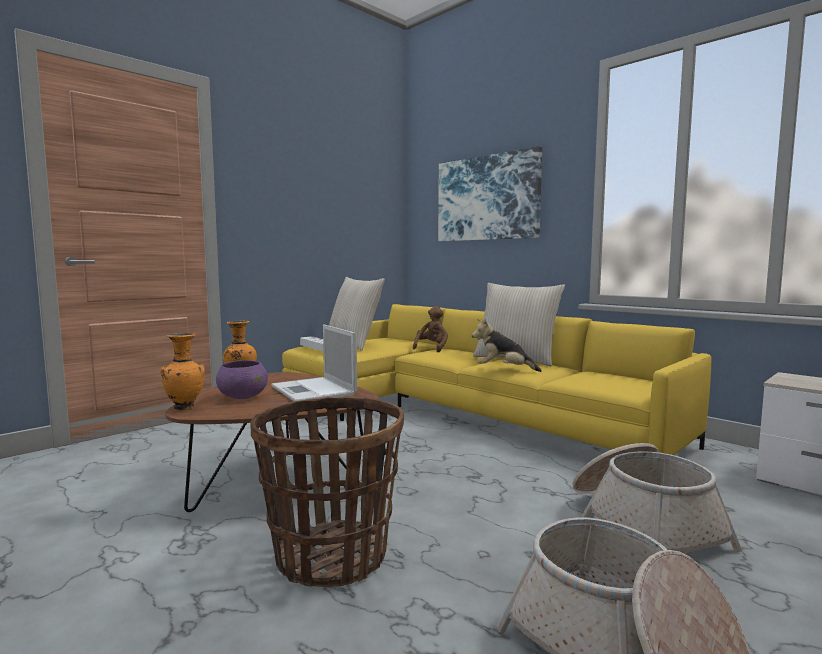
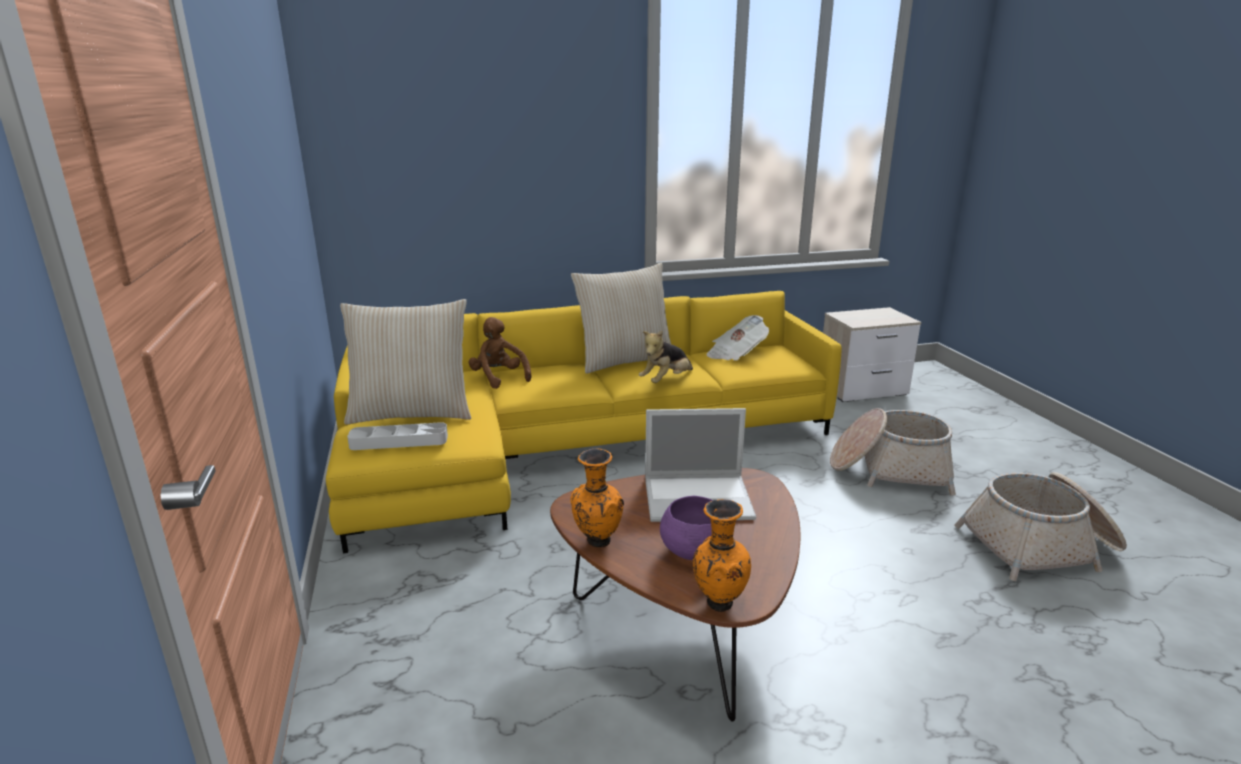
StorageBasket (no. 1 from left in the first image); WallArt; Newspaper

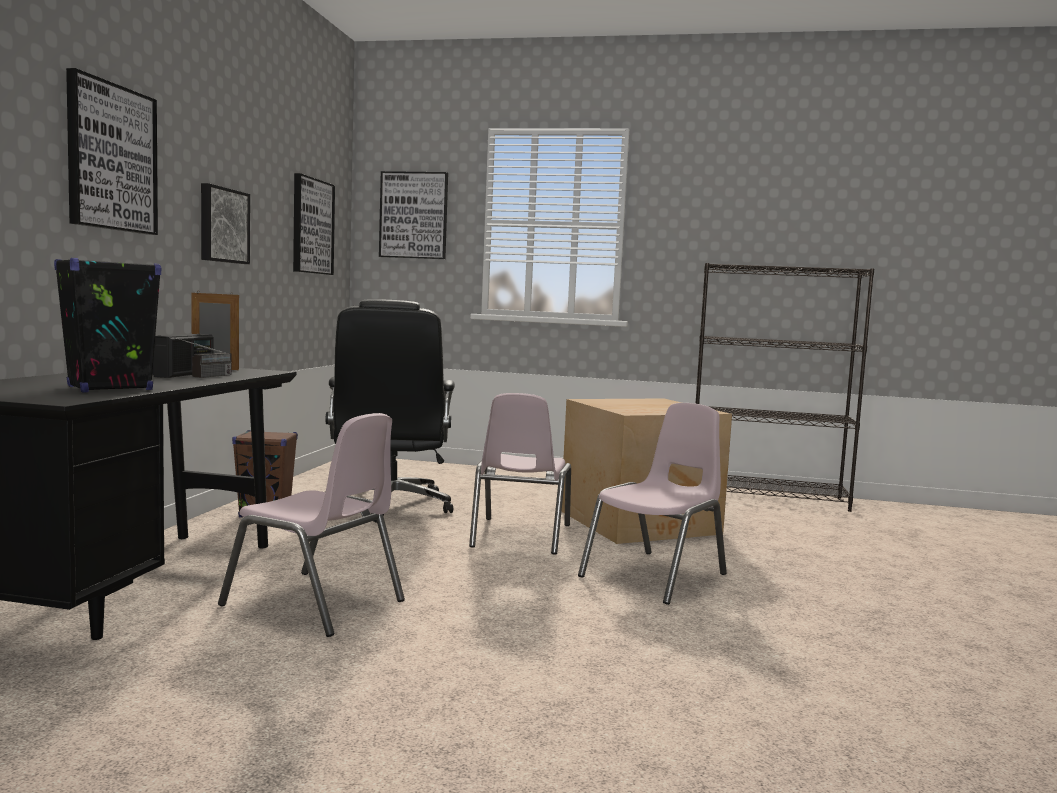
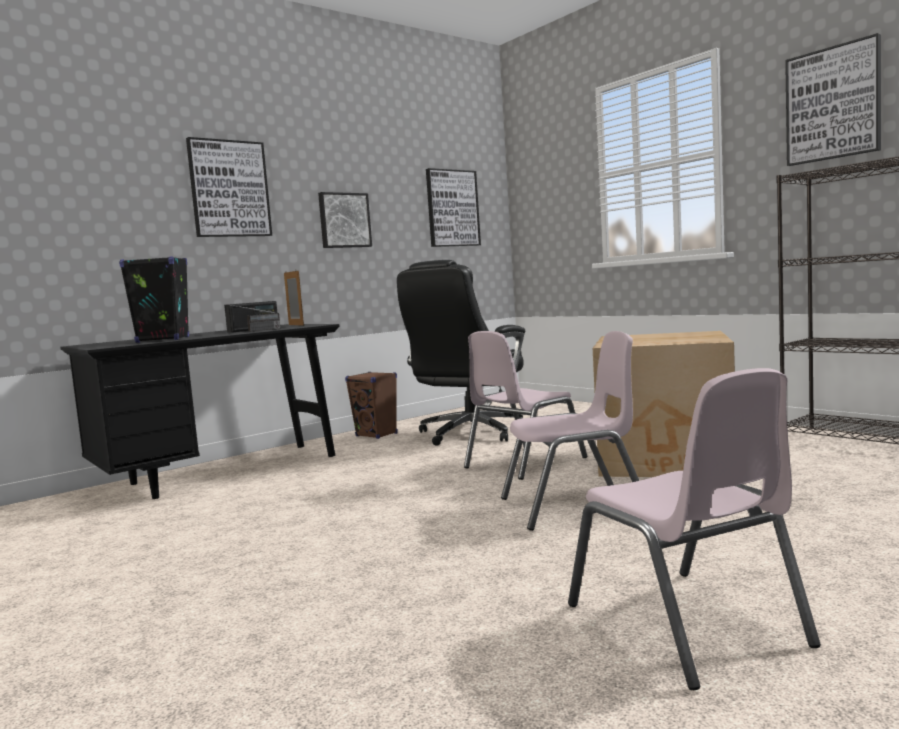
PinkishUprightChair (no. 3 from left); WallArt (no. 4 from left)

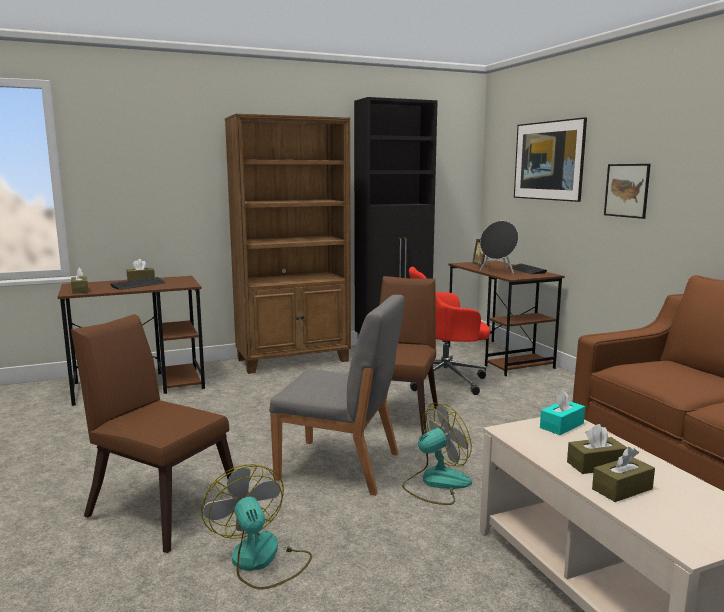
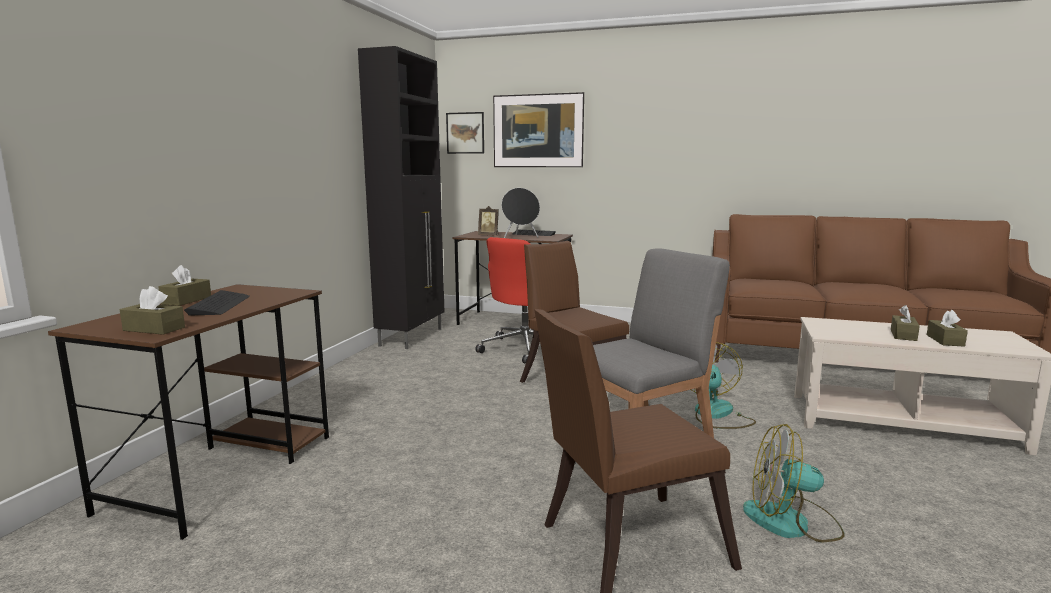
BrownishShelvingUnit; BlueGreenTissueBox; WallArt (no. 1 from left)

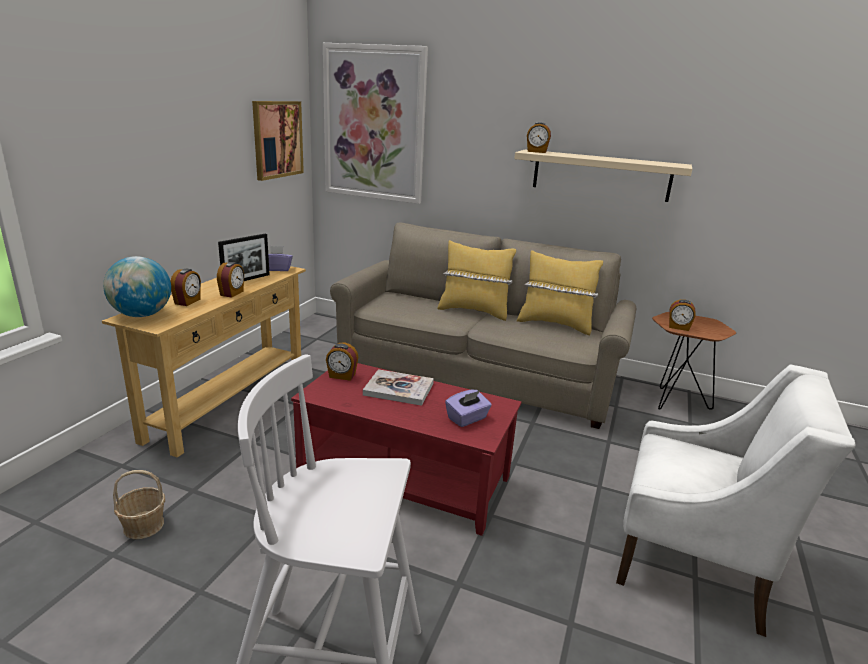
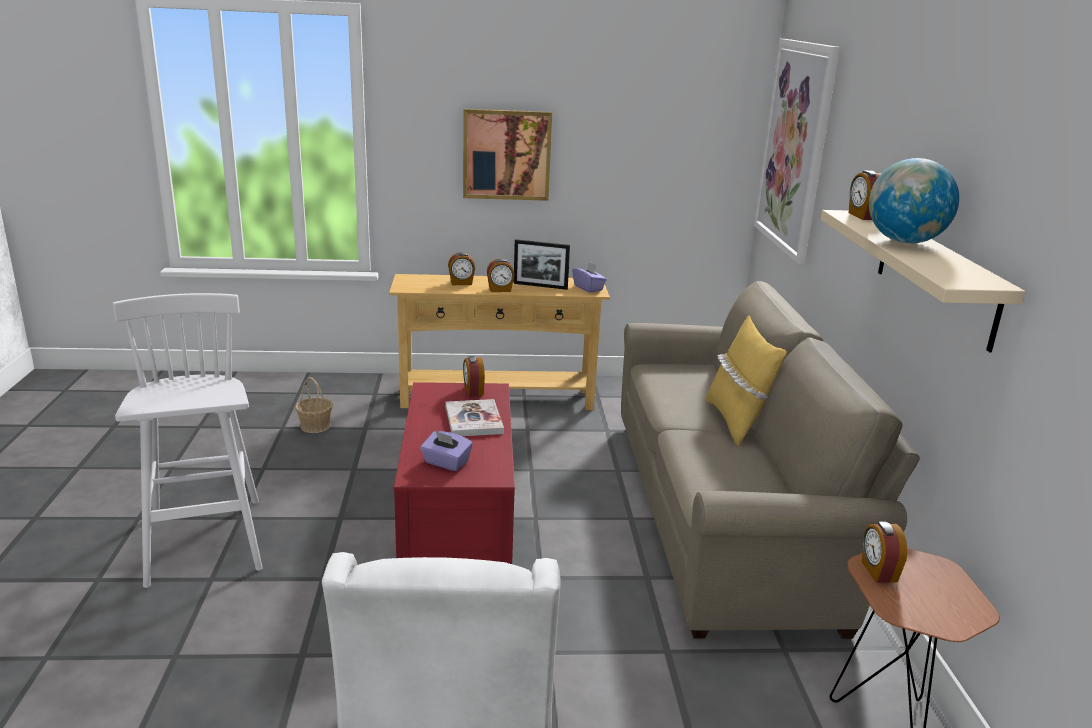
Globe; WallArt (no. 1 from left); YellowishCushion (no. 2 from left in the first image)

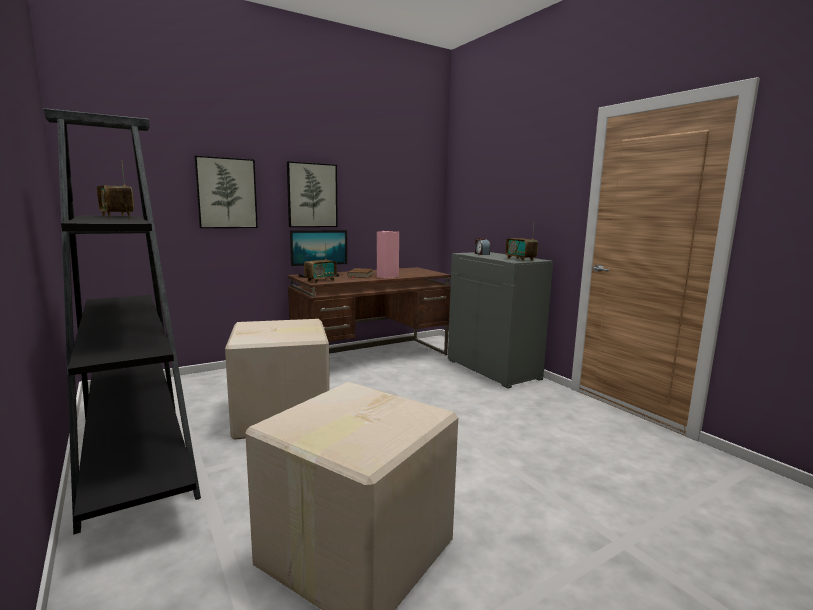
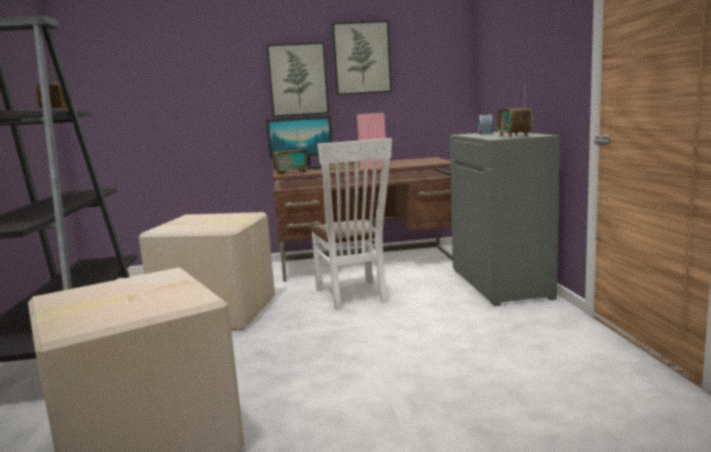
WallArt (no. 2 from left); WhiteColouredUprightChair

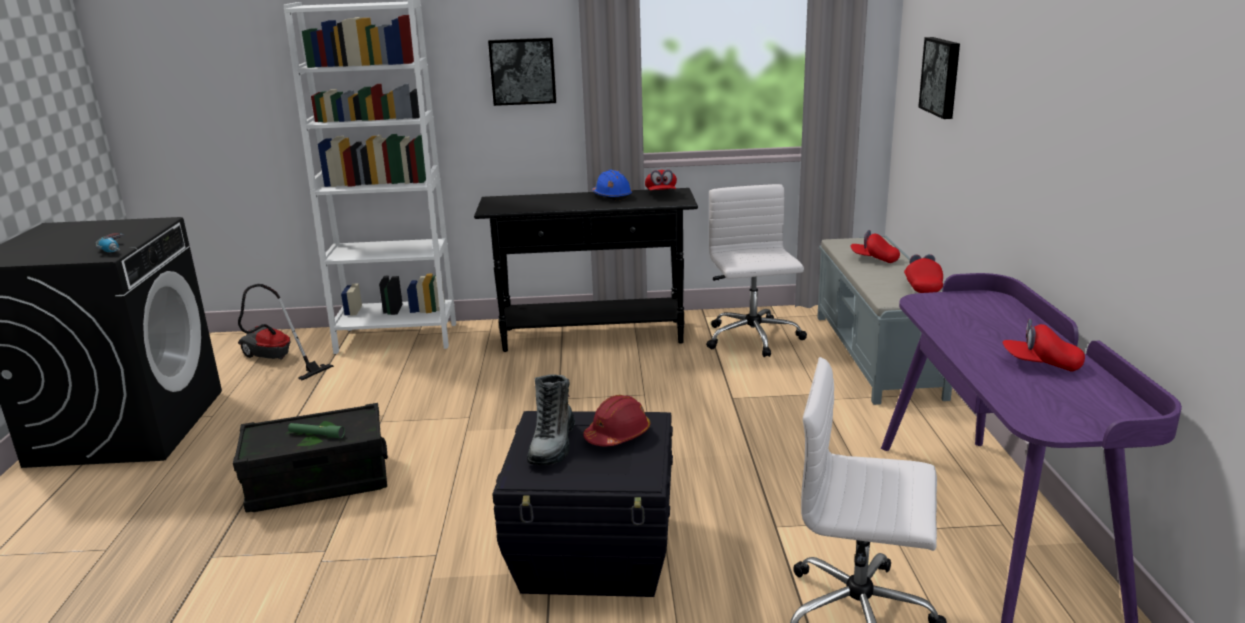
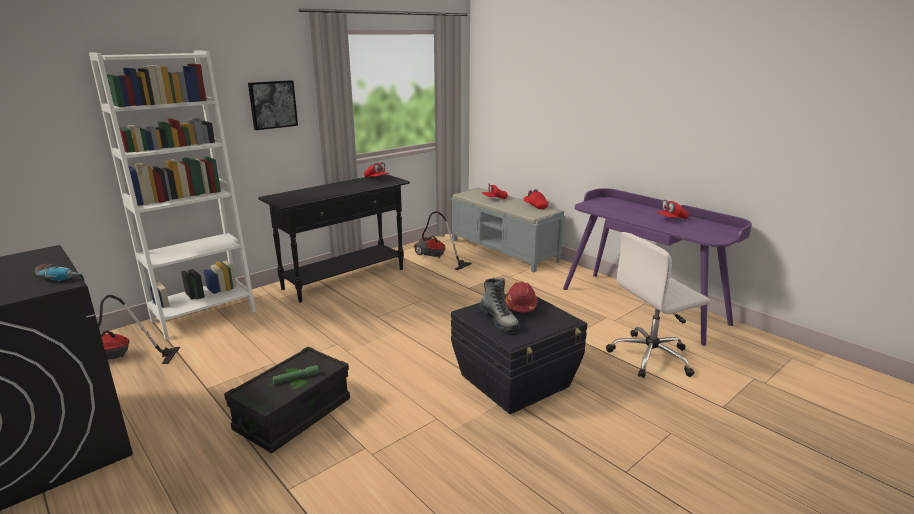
BlueSafetyHelmet; Vacuum (no. 2 from left); WallArt (no. 2 from left in the first image)

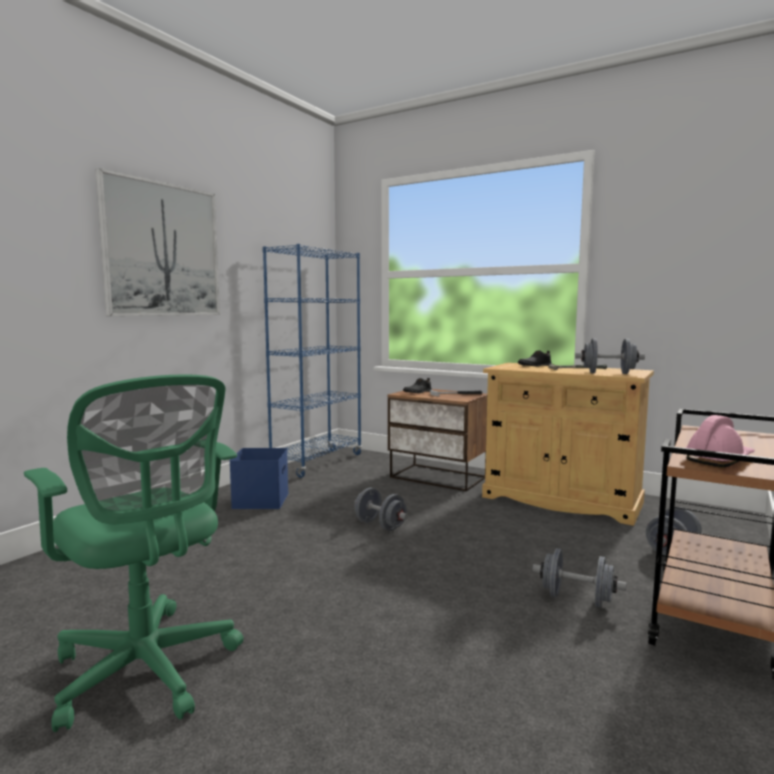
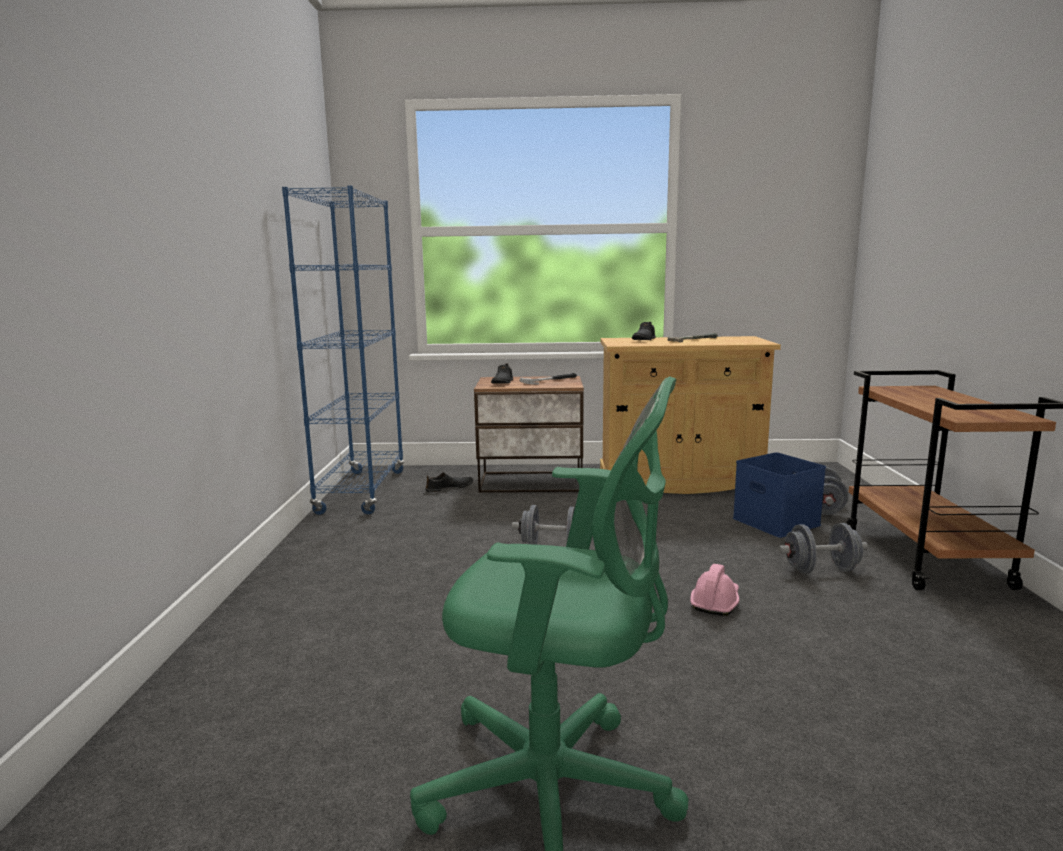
WallArt; BlueStorageBin; GreyishFreeWeight (no. 3 from left in the first image); PinkishSafetyHelmet; BlackishShoe (no. 1 from left)

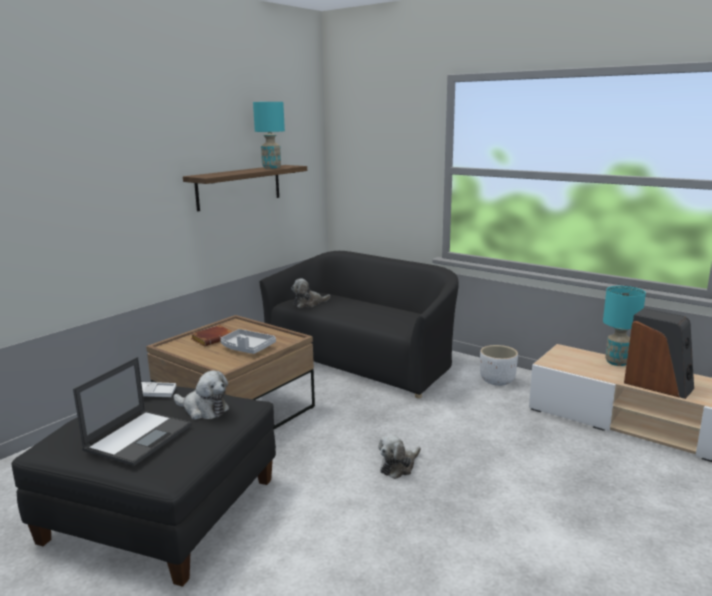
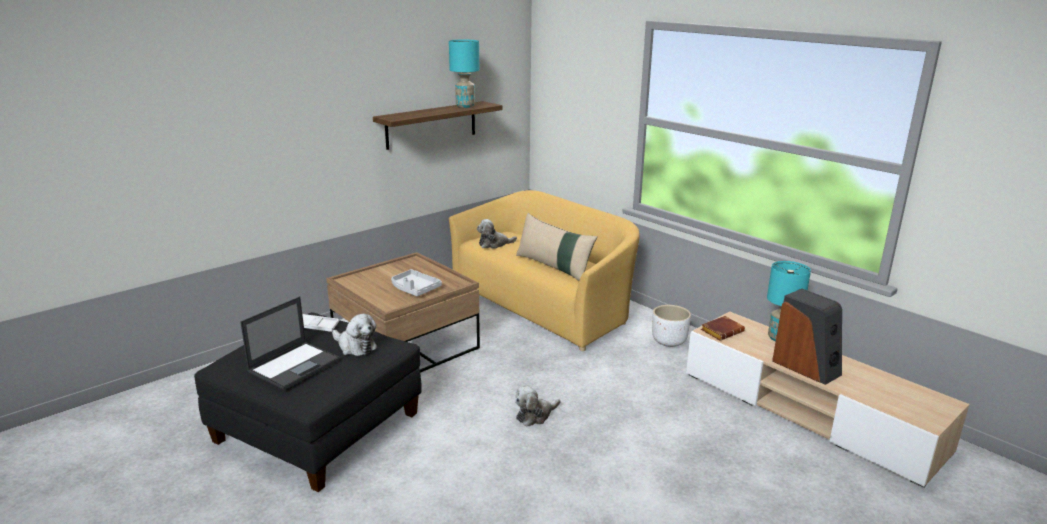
BrownishVolume; YellowishCouch; SandColouredCushion

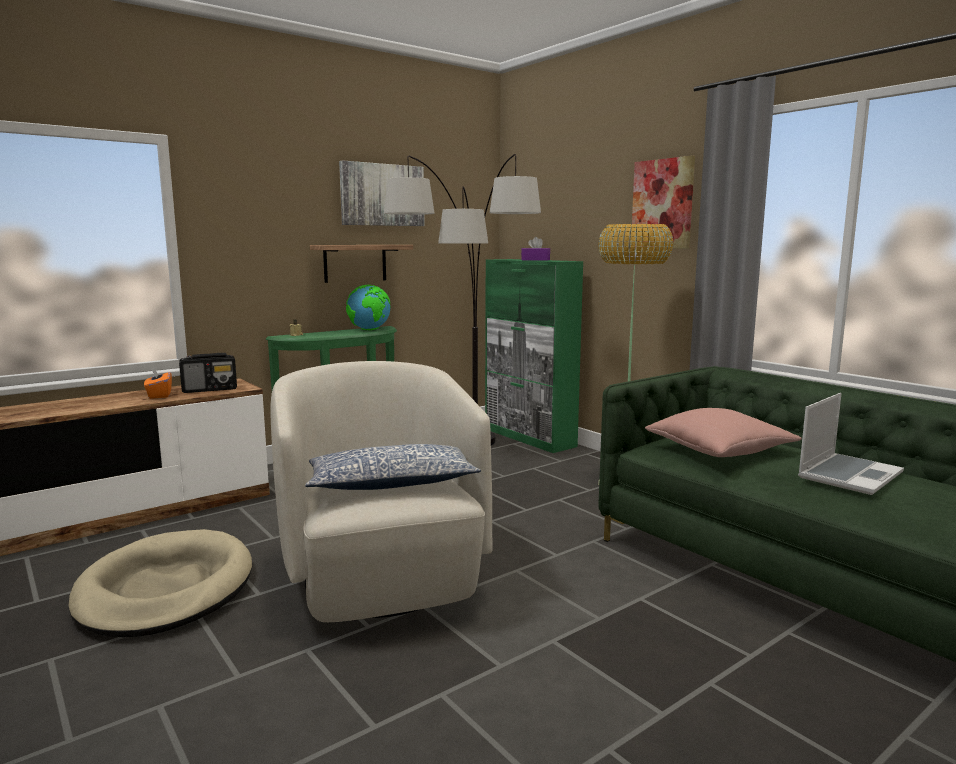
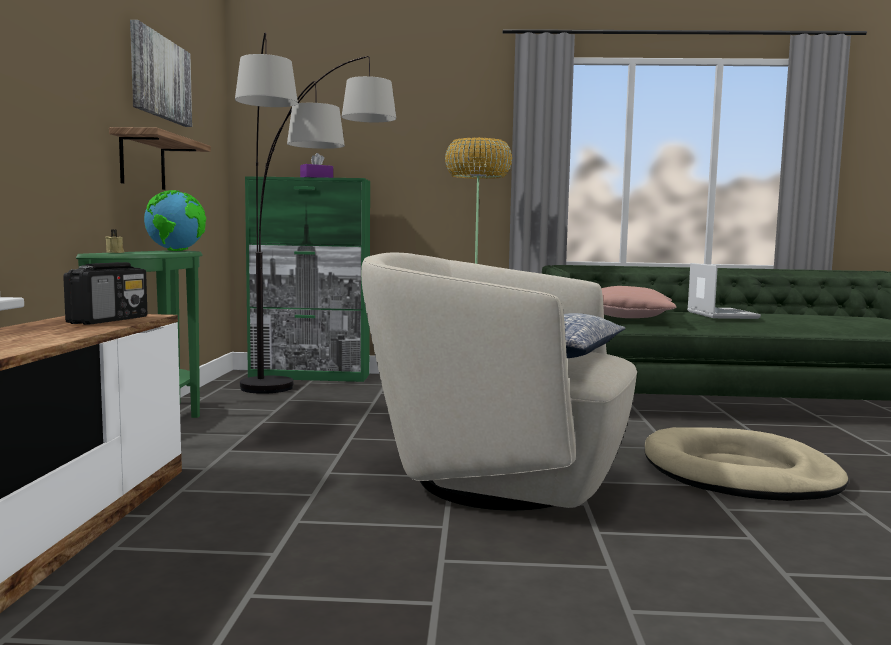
SandColouredDogCushion; OrangeyTissueBox; WallArt (no. 2 from left in the first image)

